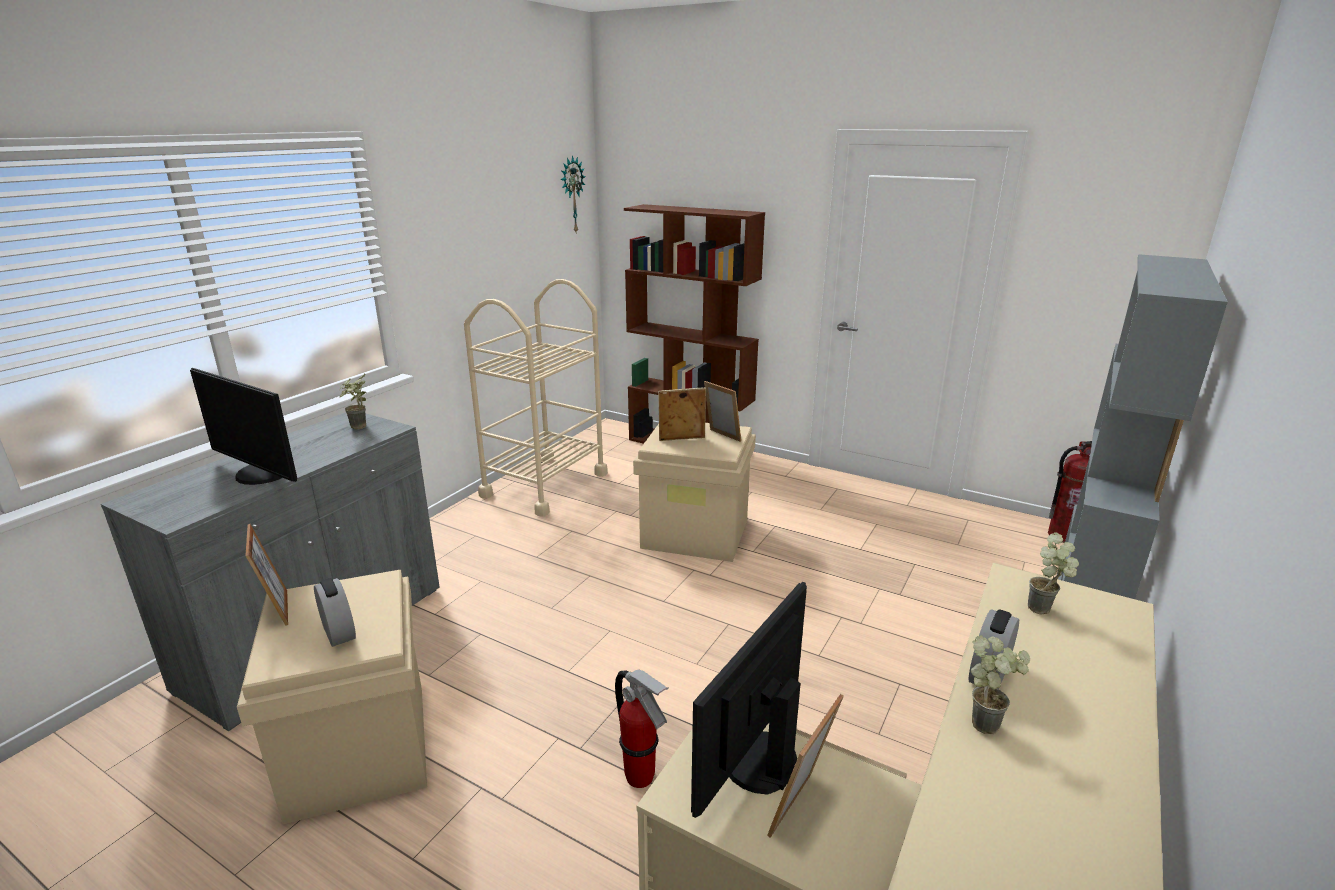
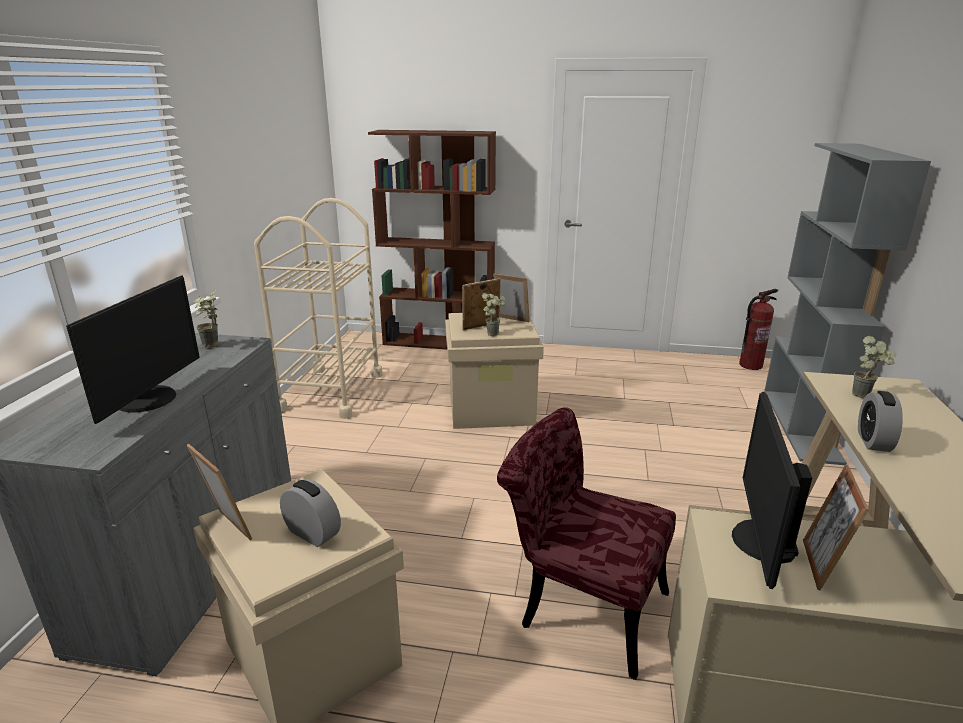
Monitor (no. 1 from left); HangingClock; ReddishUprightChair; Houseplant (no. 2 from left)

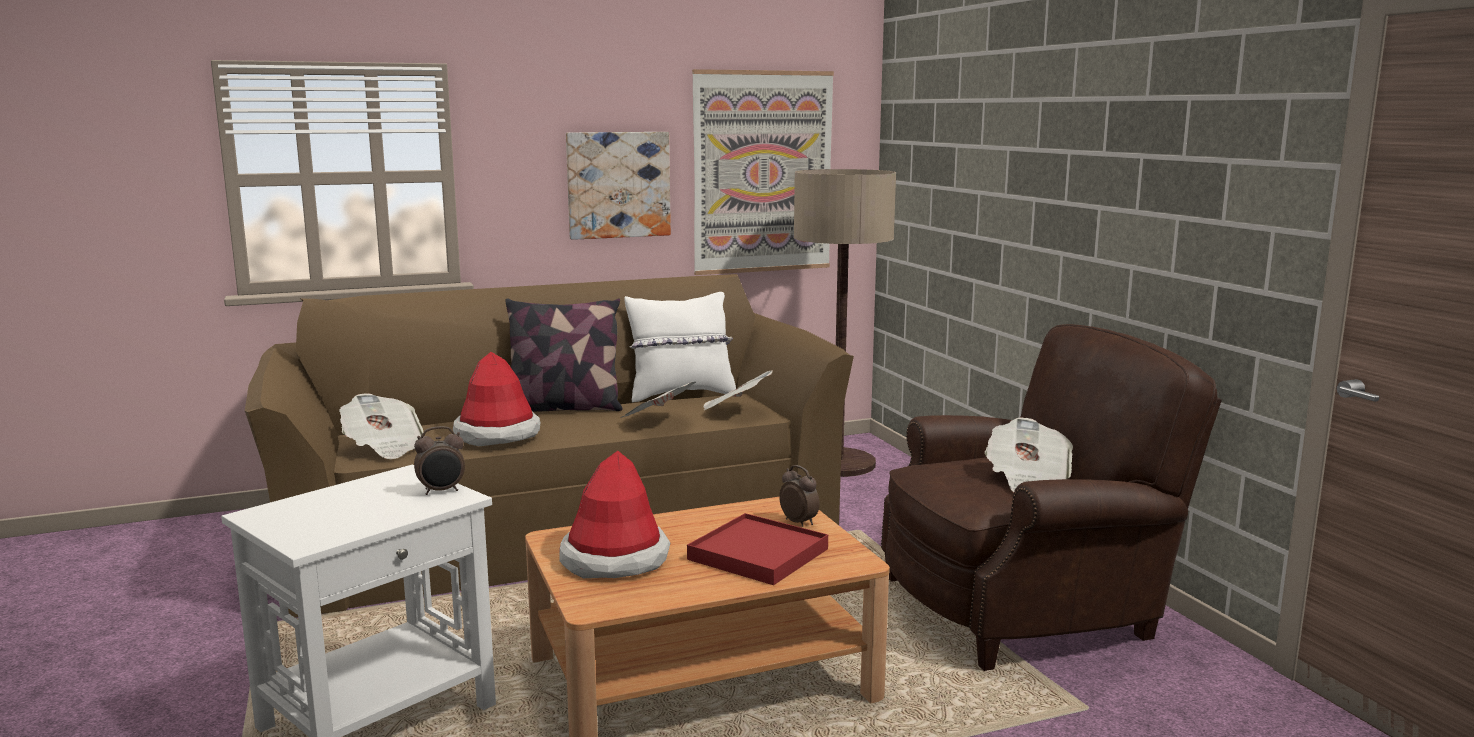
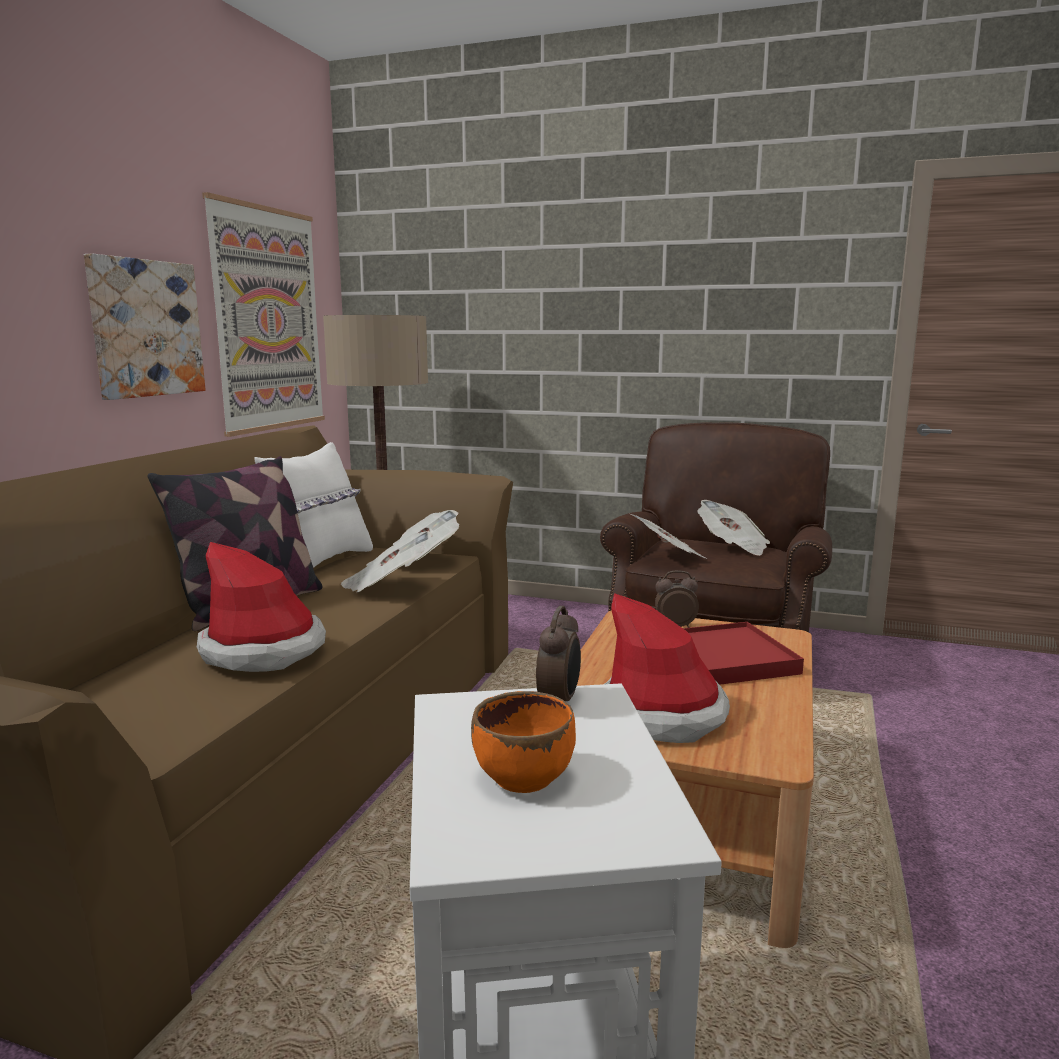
Newspaper (no. 3 from left); OrangeyBowl

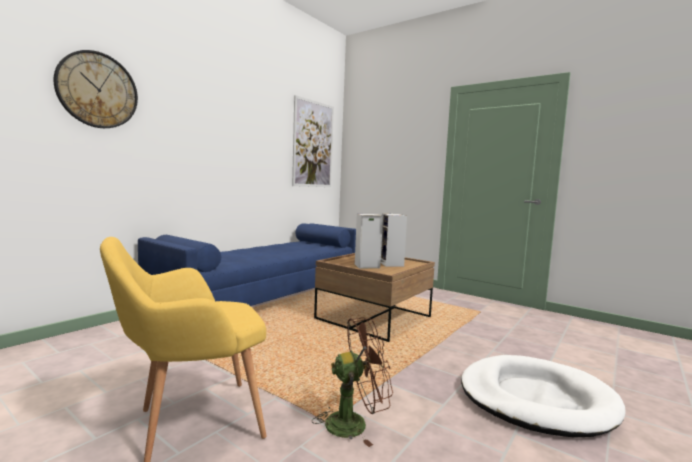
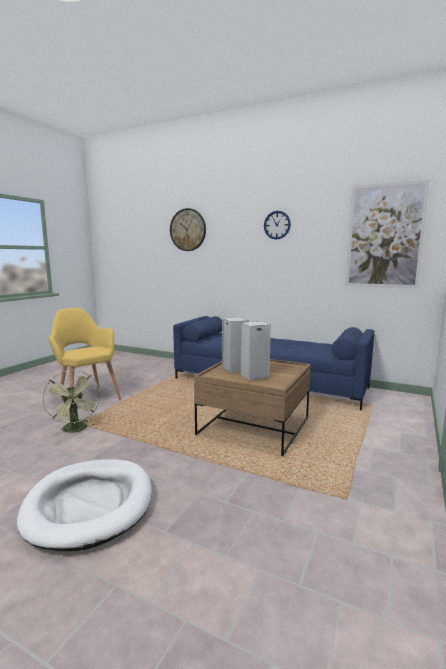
GreenishFan; HangingClock (no. 2 from left)

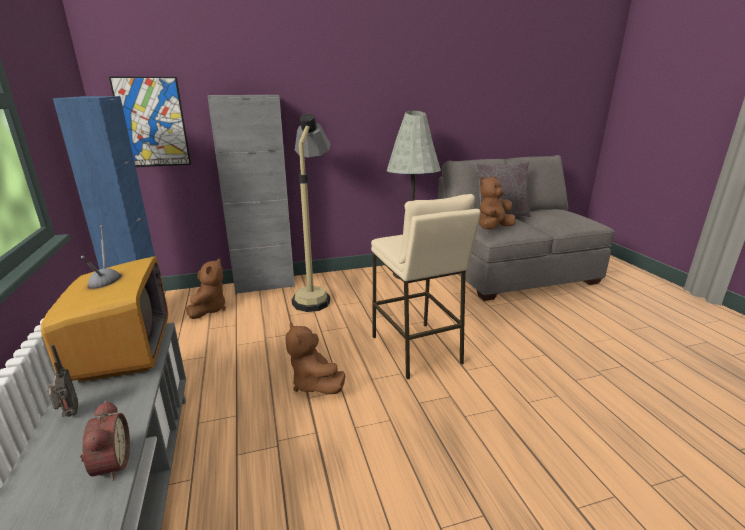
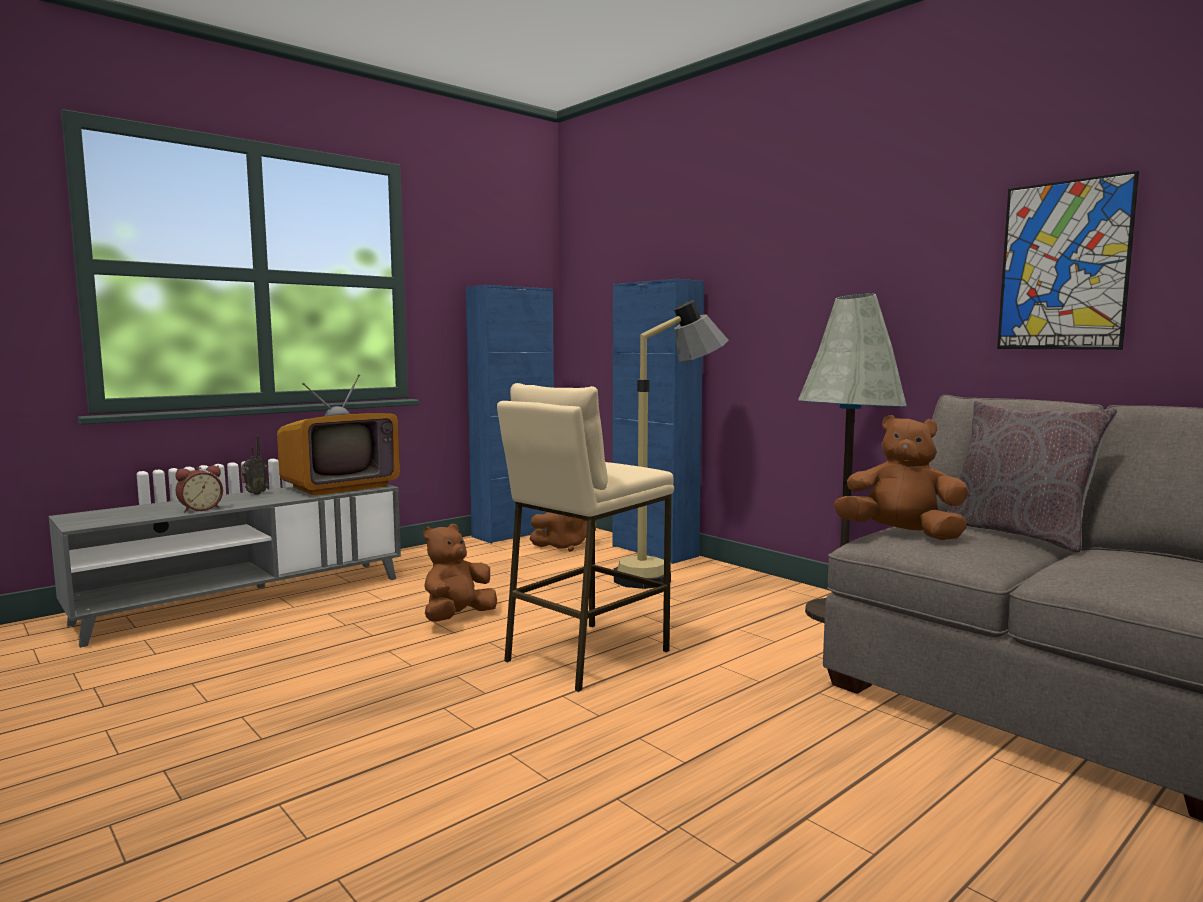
WallArt; BlueStorageCabinet (no. 2 from left)

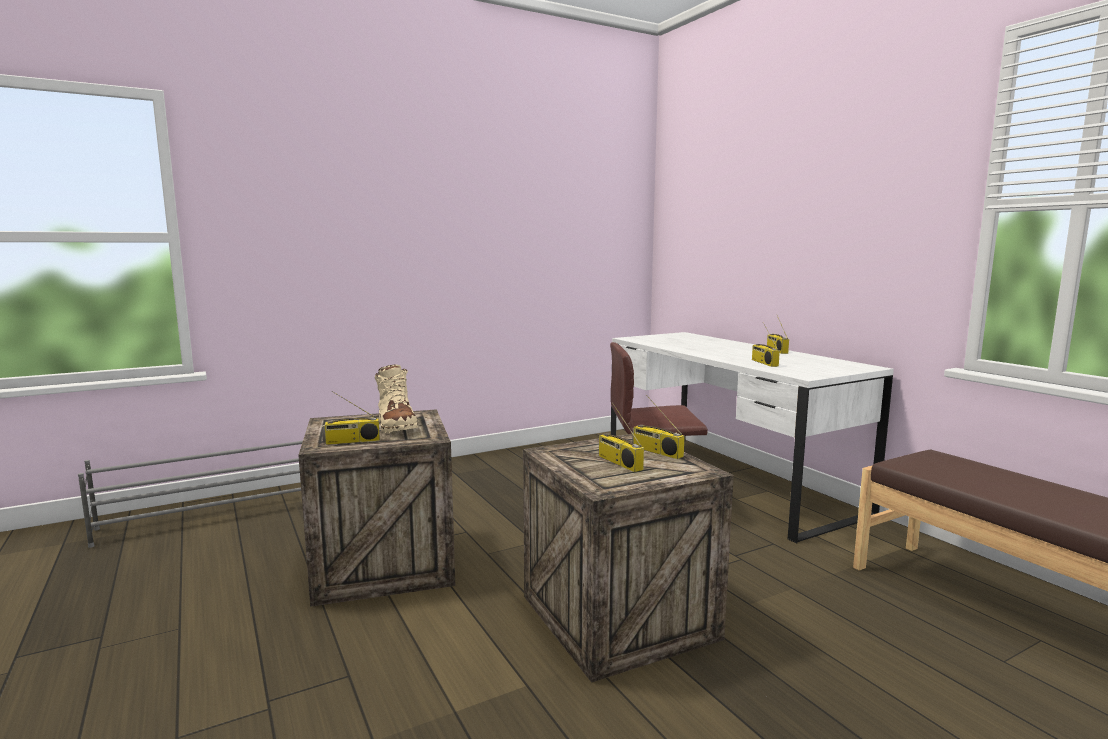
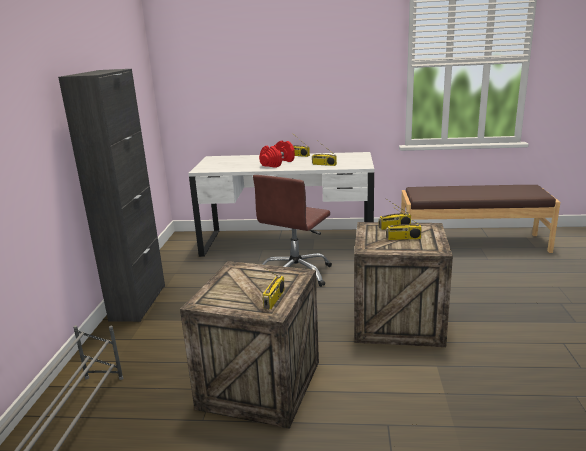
SandColouredBoot; BlackishStorageCabinet; ReddishFreeWeight

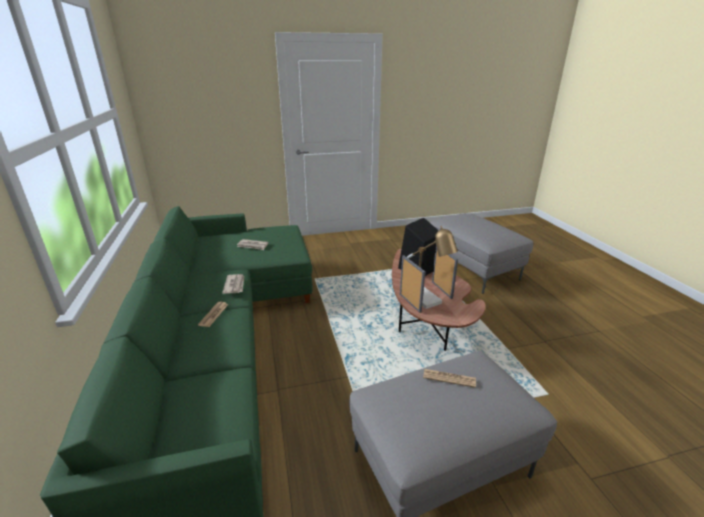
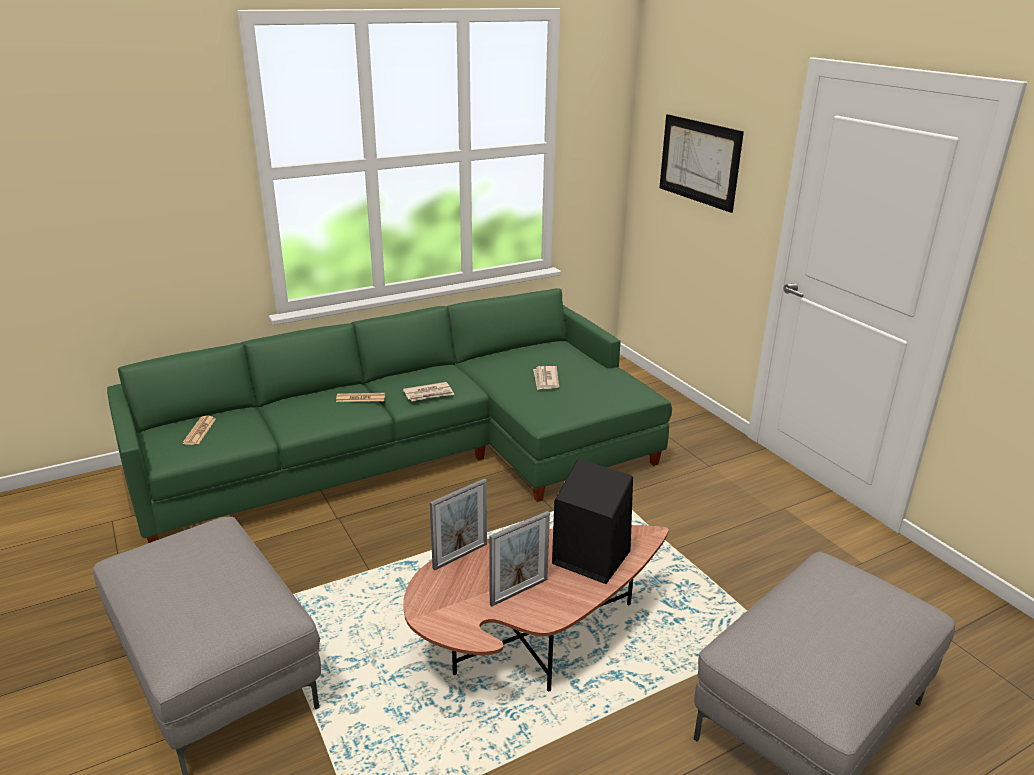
LampForATable; Newspaper (no. 1 from left); WallArt

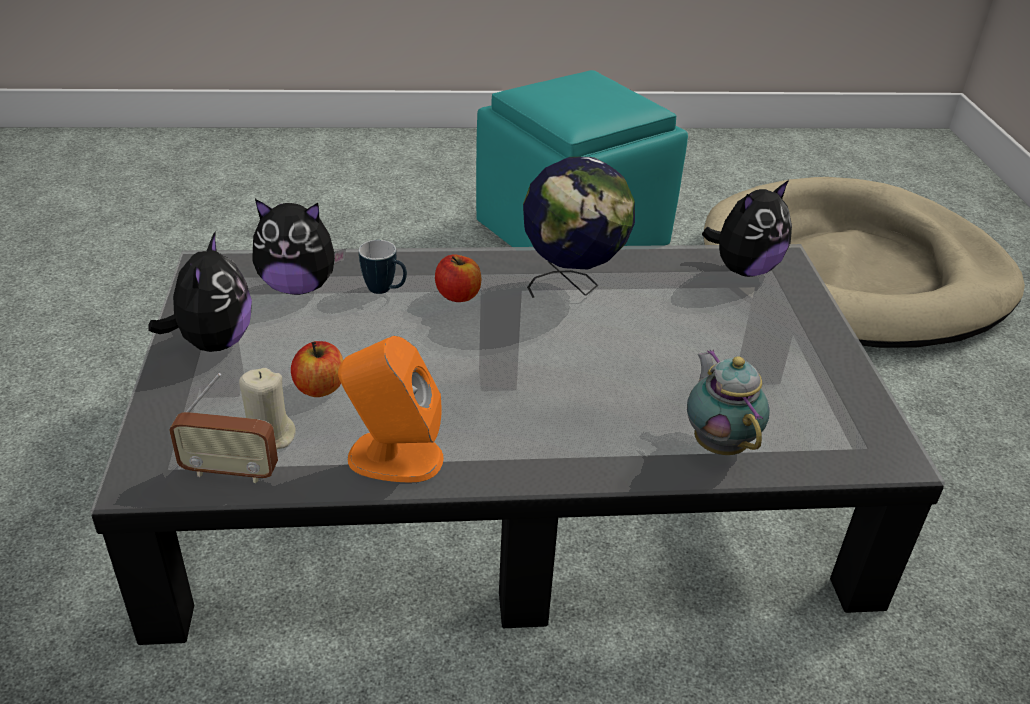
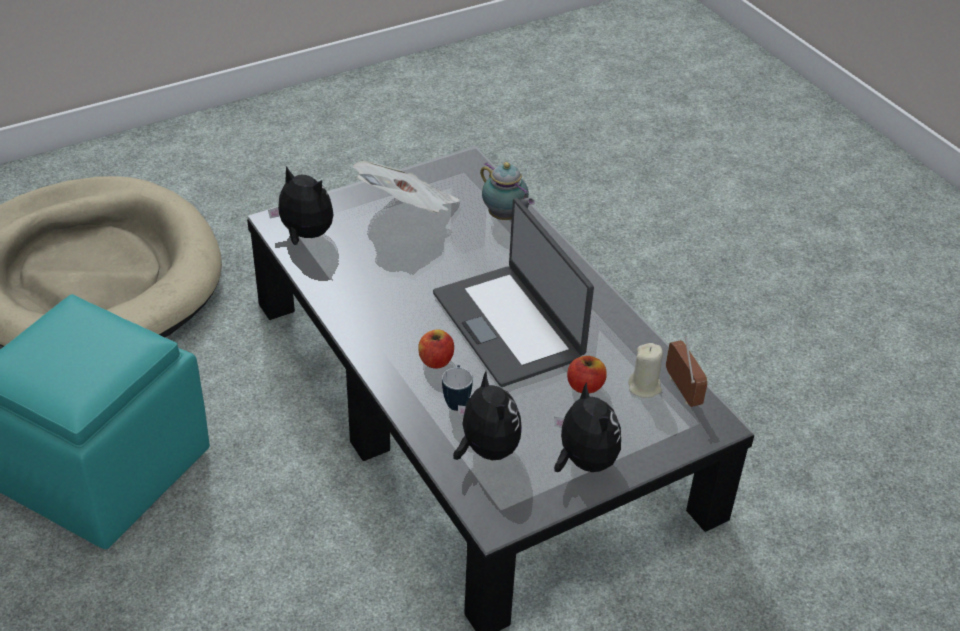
PlushToy (no. 3 from left); OrangeySpeaker; Globe; TeaPot; Newspaper; PortableComputer

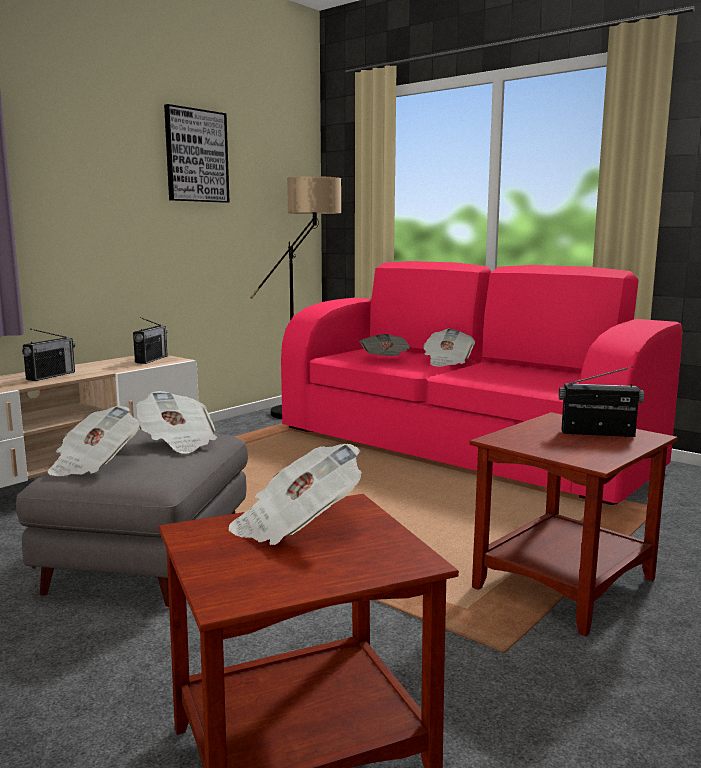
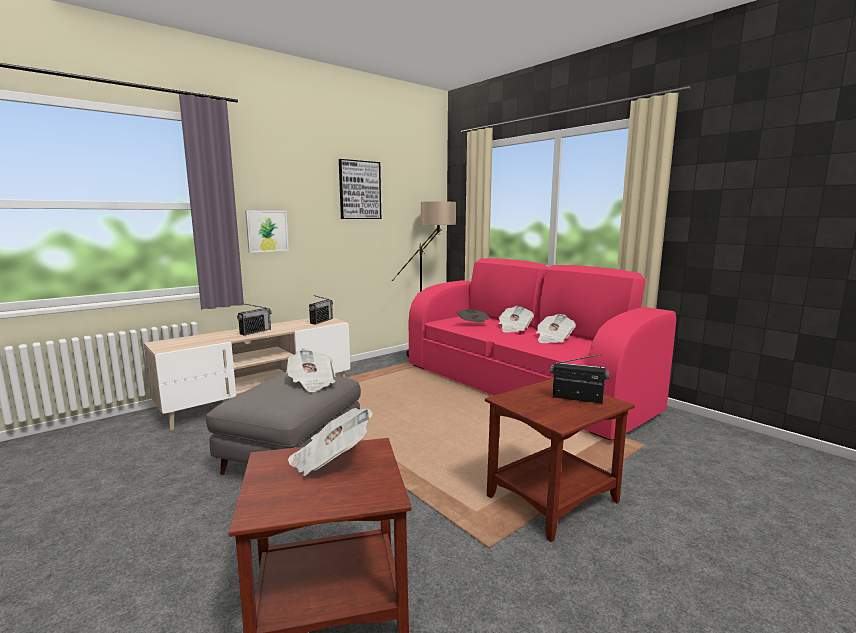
Newspaper (no. 5 from left); WallArt (no. 1 from left)

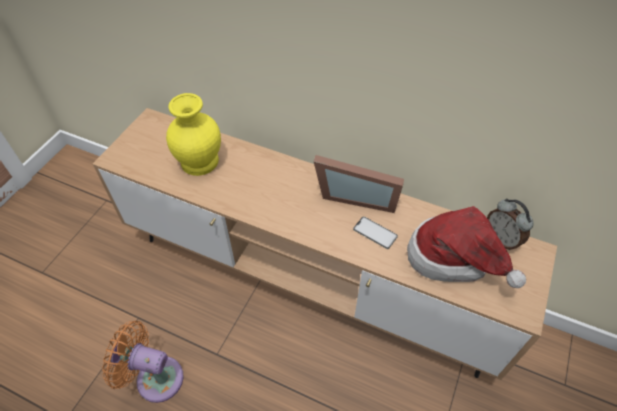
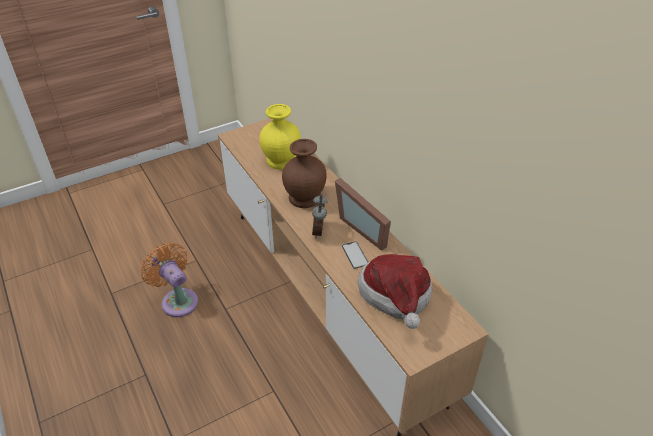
BedsideClock; BrownishFlowerVase

